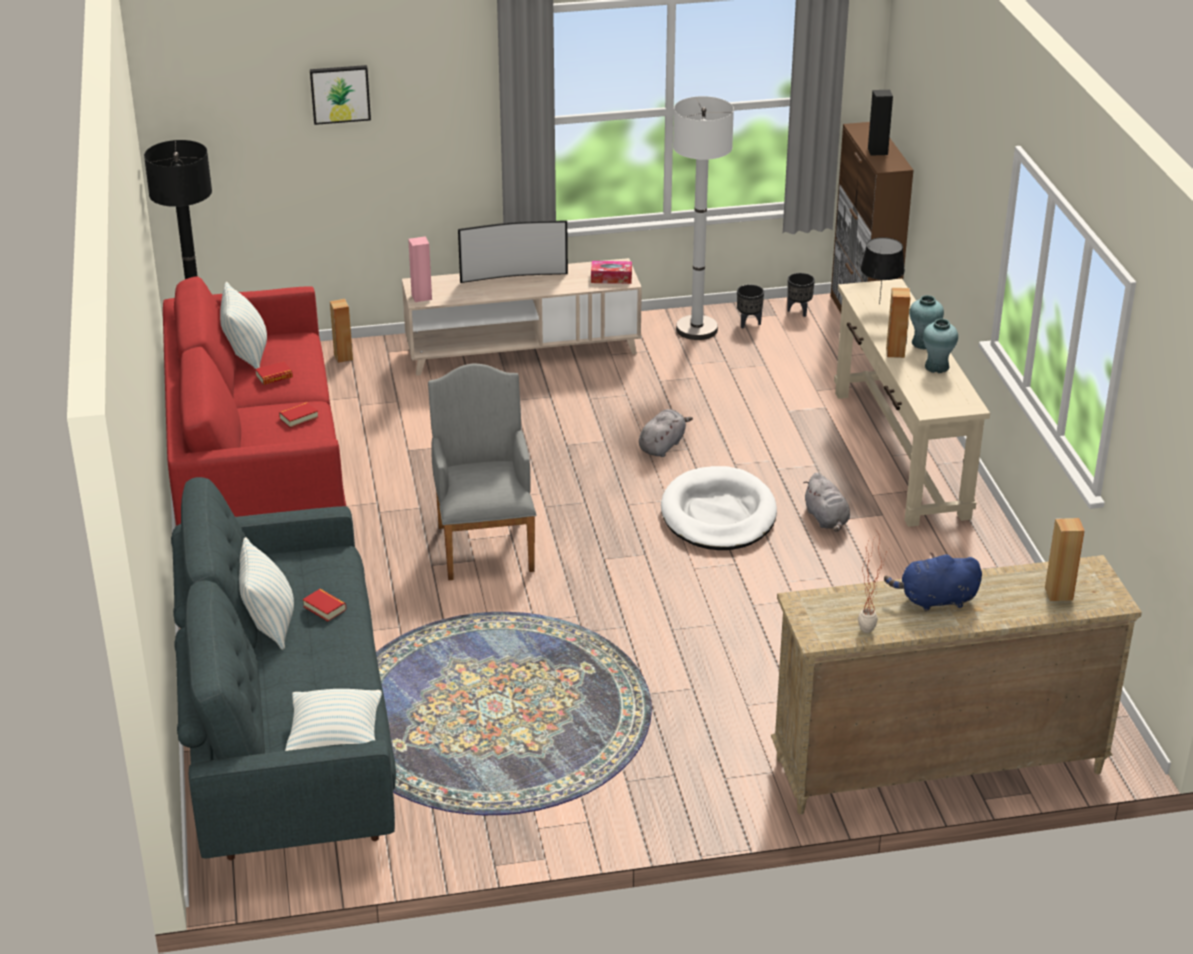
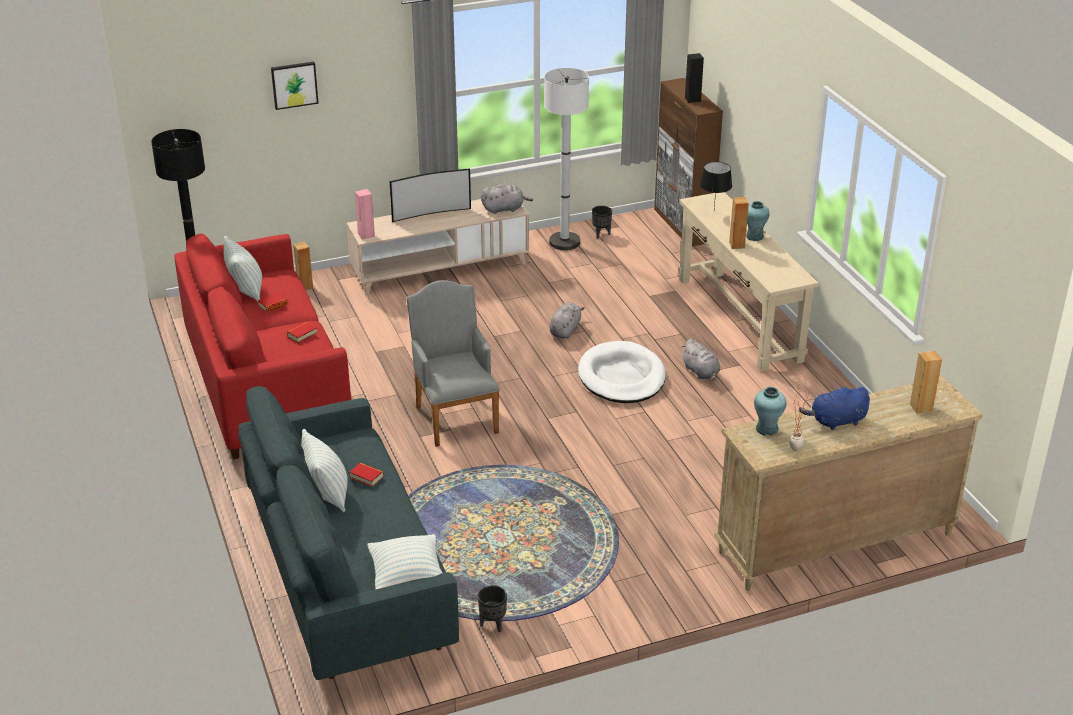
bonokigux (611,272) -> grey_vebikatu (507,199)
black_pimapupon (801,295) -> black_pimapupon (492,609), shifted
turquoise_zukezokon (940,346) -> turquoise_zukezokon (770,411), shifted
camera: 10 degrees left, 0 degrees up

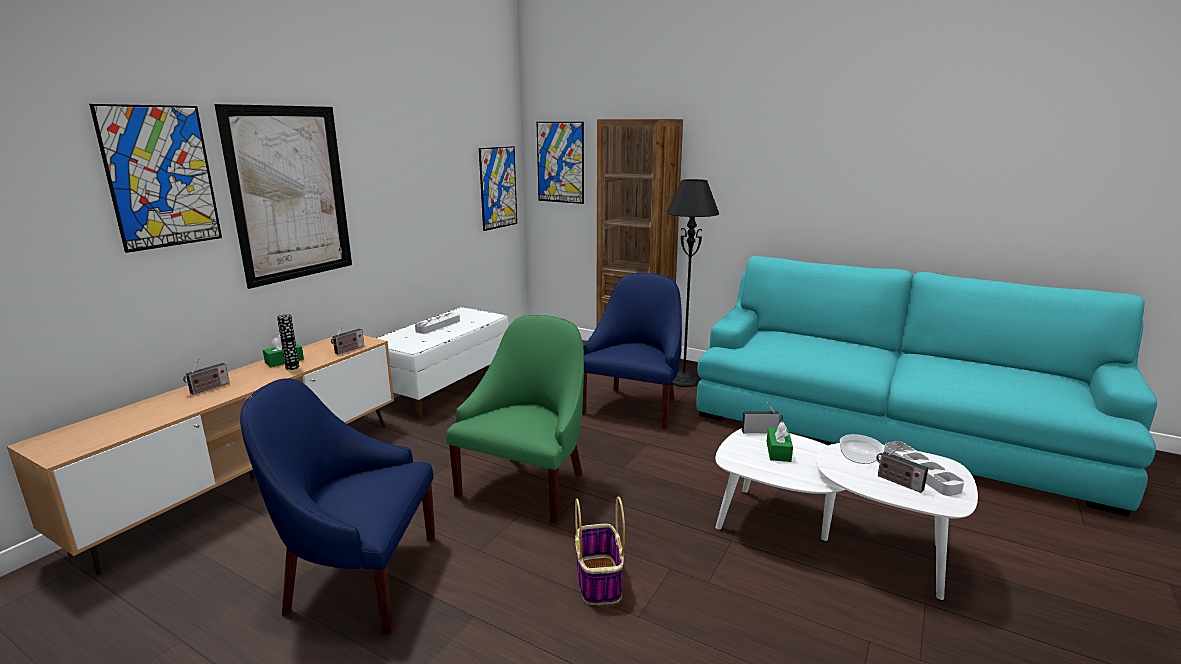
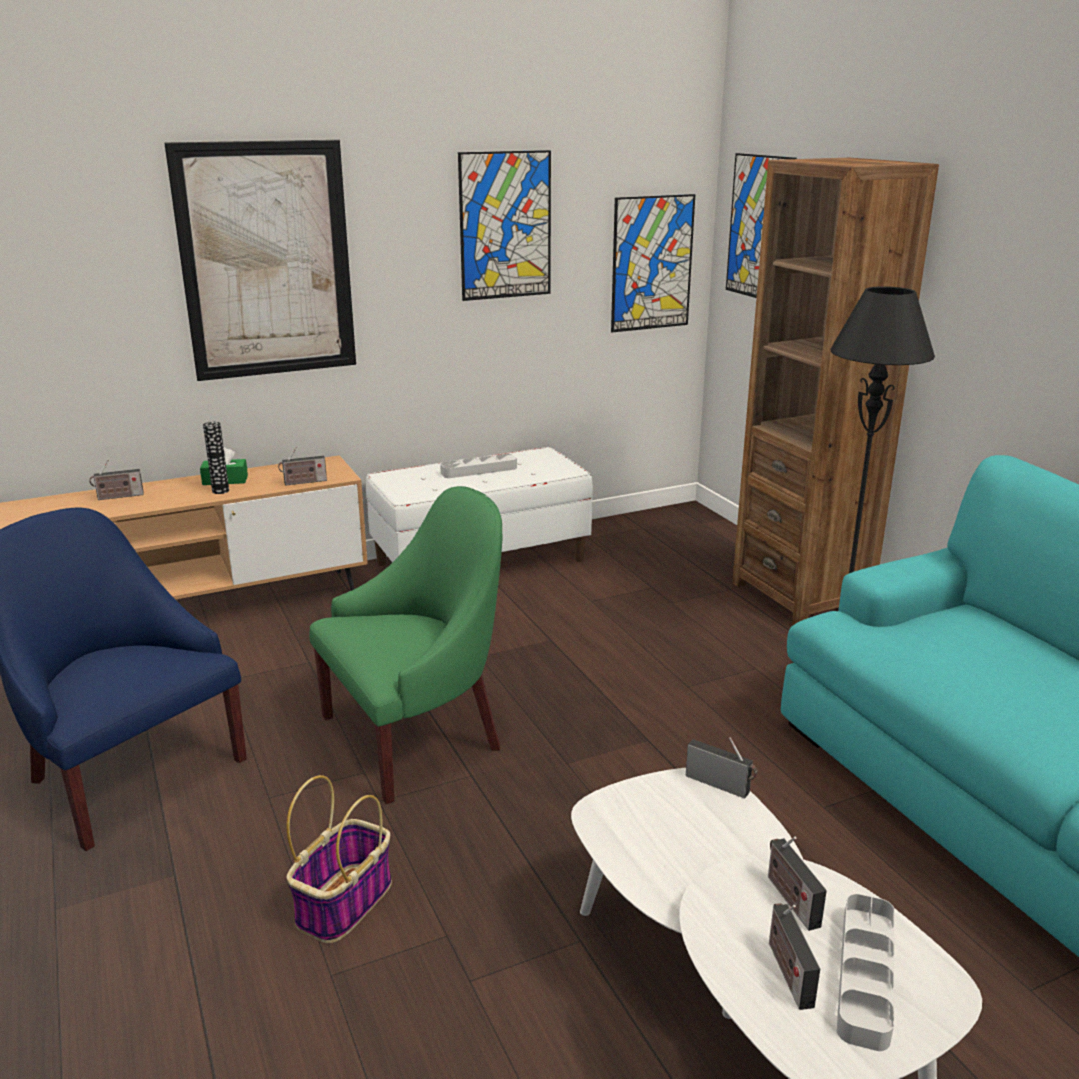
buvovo (155,178) -> buvovo (504,225), shifted
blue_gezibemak (632,351) -> none
green_bonokigux (780,442) -> none
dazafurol (861,449) -> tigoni (797,884)
camera: 35 degrees right, 5 degrees up

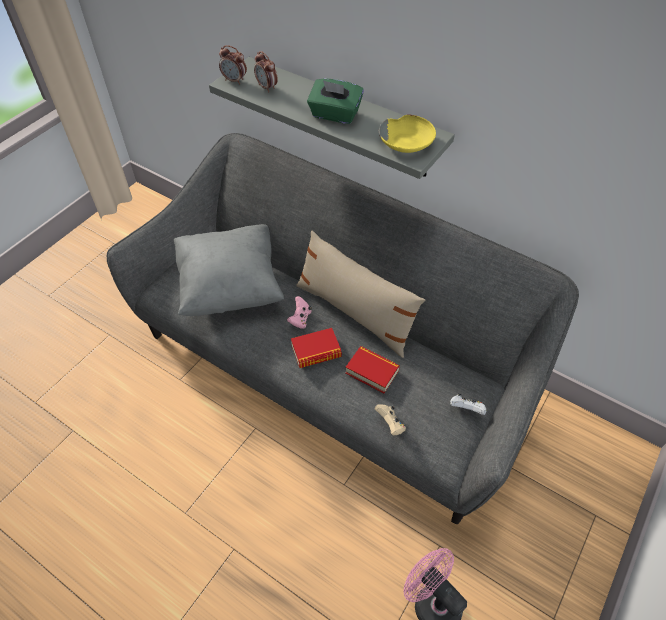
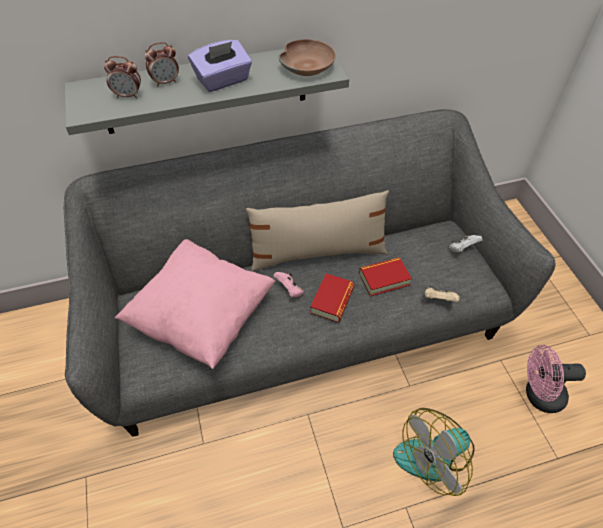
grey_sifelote (228,270) -> pink_sifelote (195,304)
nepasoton (233,64) -> nepasoton (161,64), shifted
green_bonokigux (335,101) -> purple_bonokigux (220,66)
yellow_dazafurol (407,134) -> brown_dazafurol (307,57)
none -> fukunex (434,452)
camera: 50 degrees left, 0 degrees up

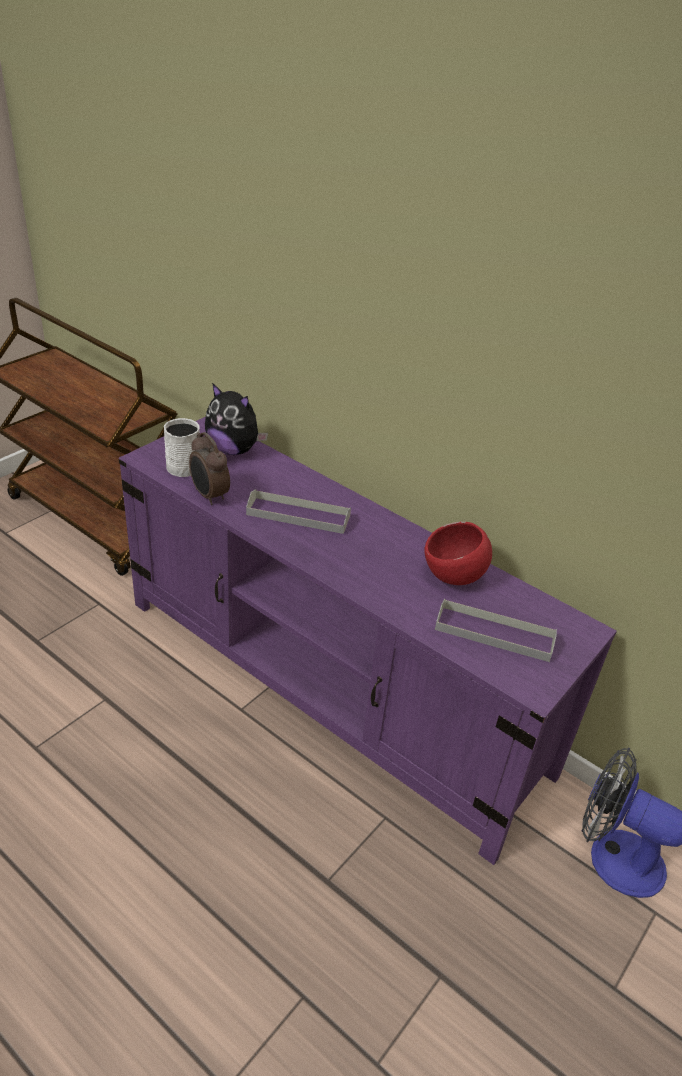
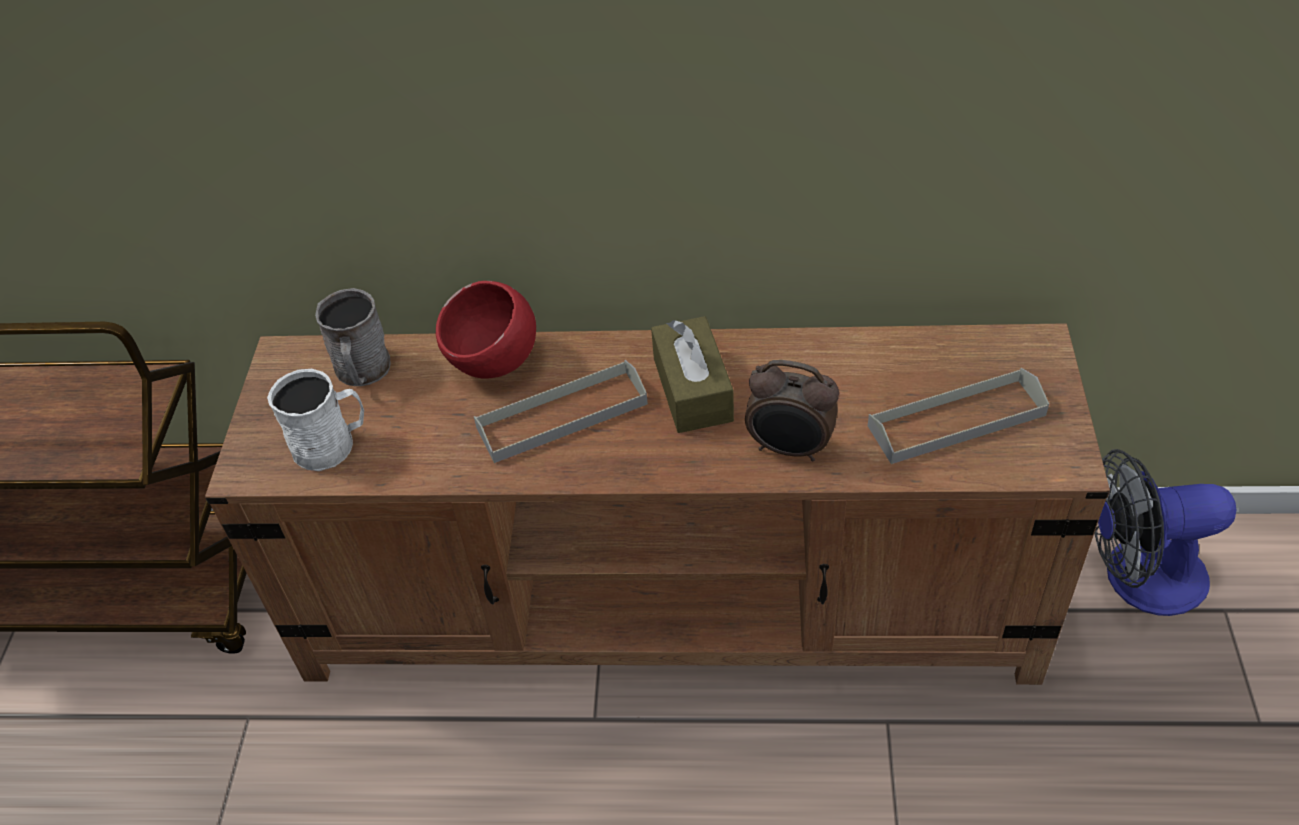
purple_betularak (368,641) -> brown_betularak (657,504)
nepasoton (209,468) -> nepasoton (792,411), shifted
vebikatu (236,419) -> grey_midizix (353,337)
red_dazafurol (458,553) -> red_dazafurol (486,330), shifted
none -> brown_bonokigux (692,374)
camera: 30 degrees left, 10 degrees up

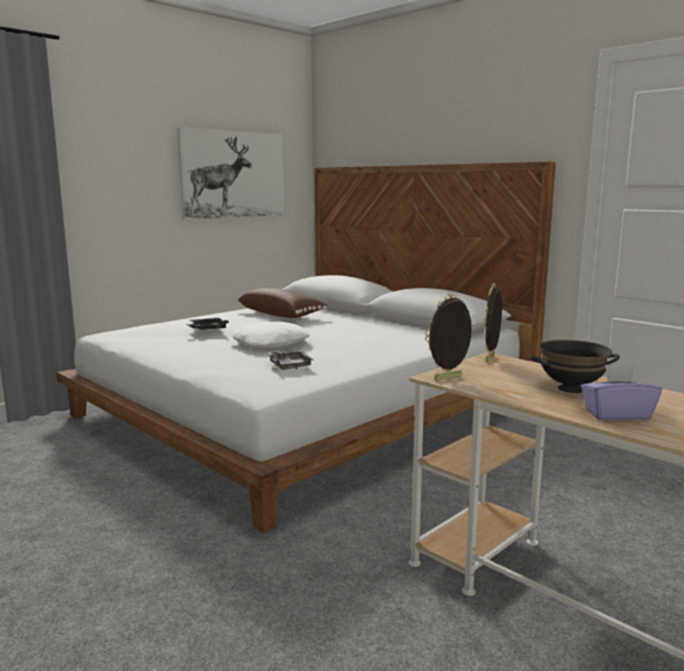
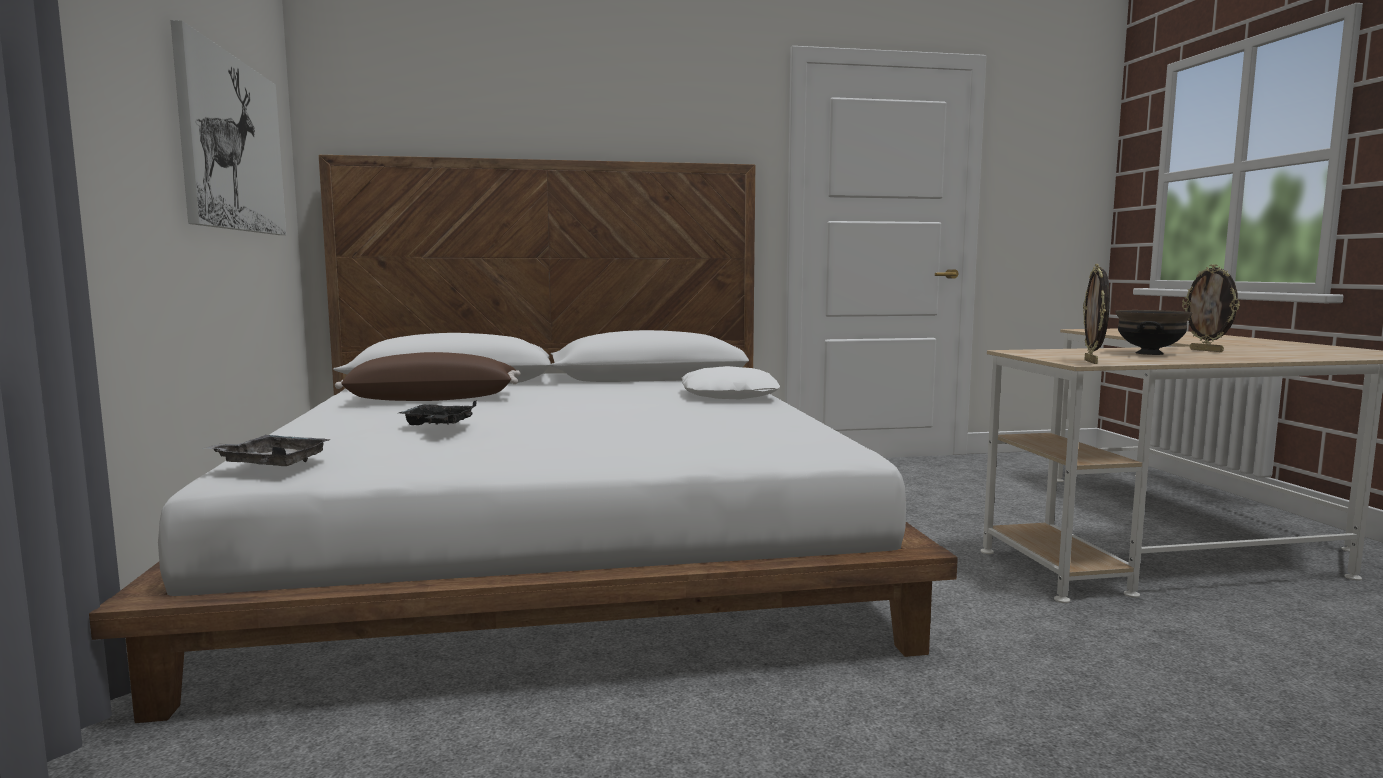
white_sifelote (270,335) -> white_sifelote (731,382), shifted
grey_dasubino (290,360) -> grey_dasubino (267,450), shifted
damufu (493,323) -> damufu (1211,308), shifted
purple_bonokigux (621,393) -> none
camera: 55 degrees left, 5 degrees down

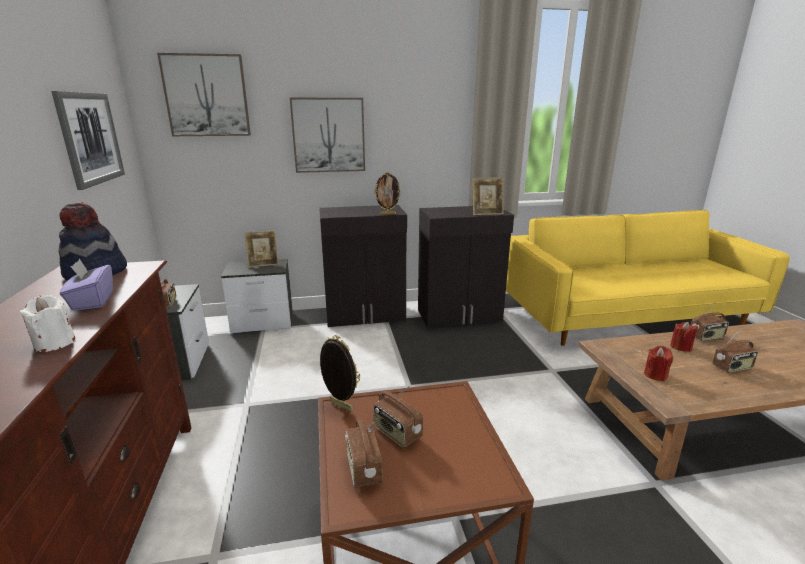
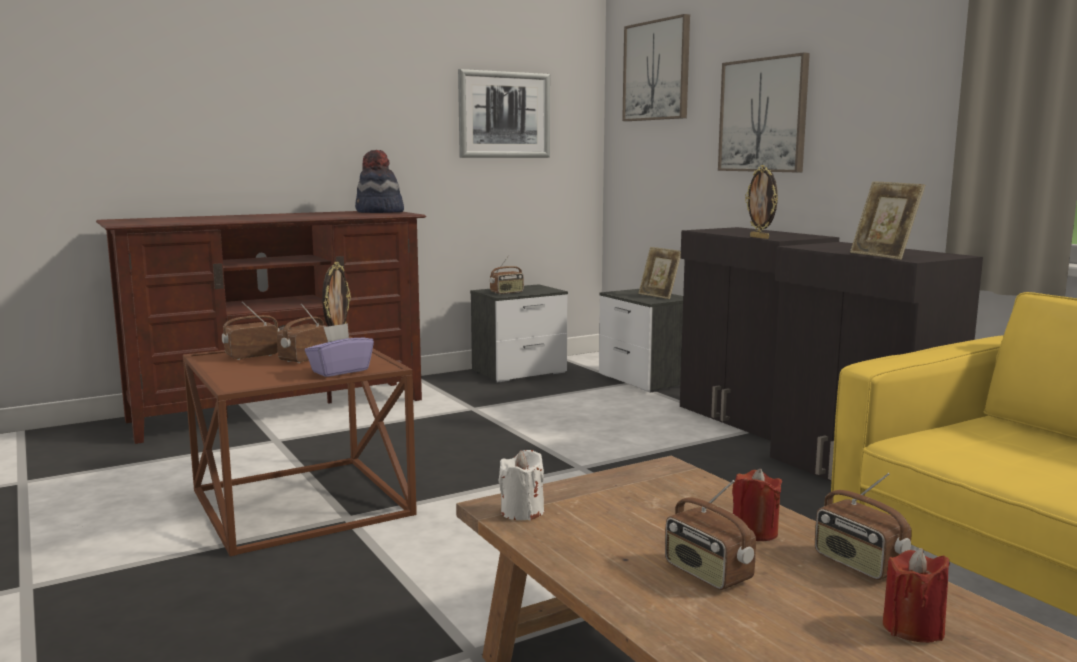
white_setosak (47,323) -> white_setosak (521,485), shifted
purple_bonokigux (86,285) -> purple_bonokigux (339,350), shifted
red_setosak (658,363) -> red_setosak (916,595), shifted
camera: 70 degrees right, 10 degrees down

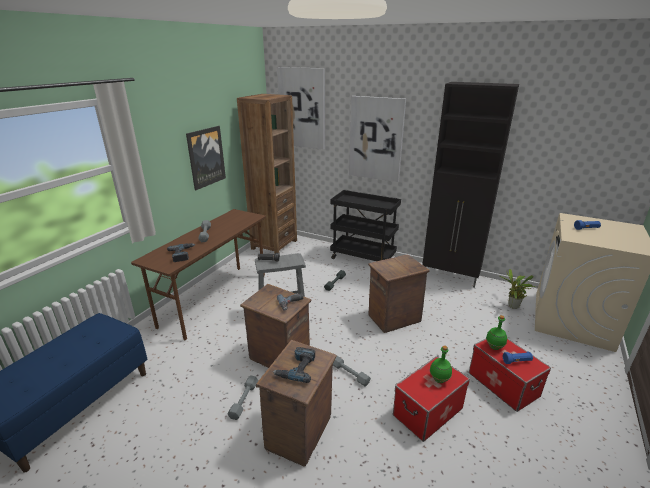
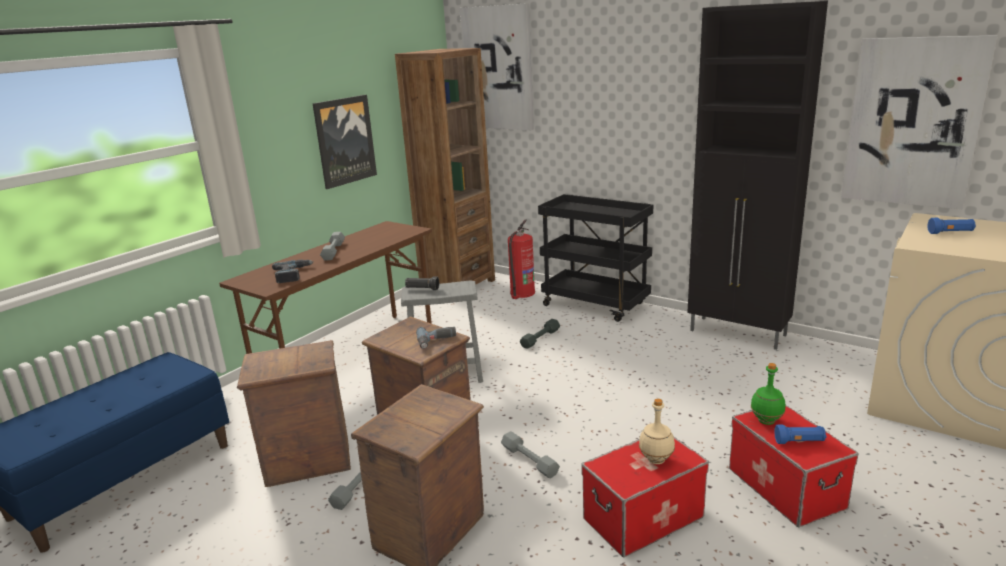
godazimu (293,365) -> none
buvovo (377,139) -> buvovo (919,122), shifted
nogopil (399,293) -> nogopil (294,413), shifted
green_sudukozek (441,364) -> beige_sudukozek (657,431)
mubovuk (518,289) -> none
none -> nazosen (521,259)
camera: 10 degrees right, 5 degrees down

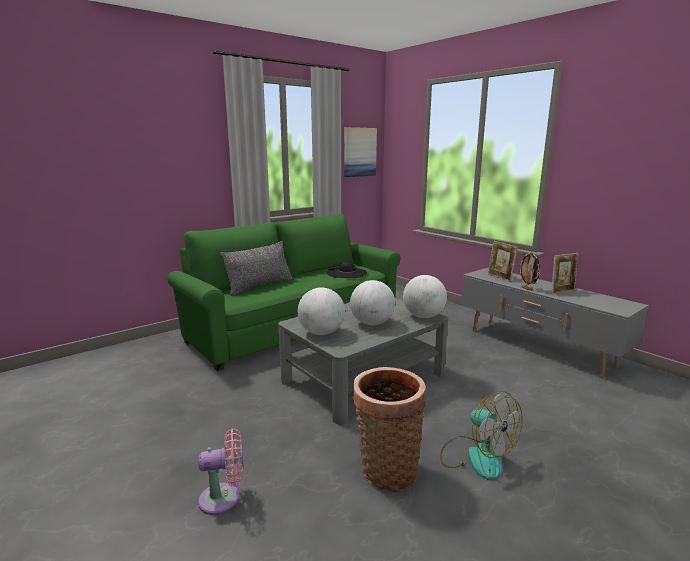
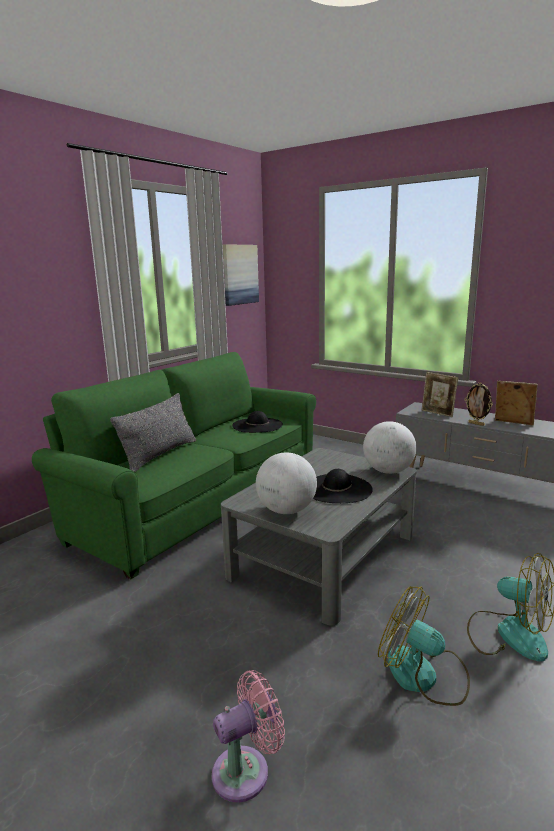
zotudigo (372,302) -> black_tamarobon (343,486)
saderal (389,429) -> fukunex (424,646)
damufu (564,273) -> damufu (516,403), 105 degrees counterclockwise
camera: 15 degrees left, 0 degrees up

